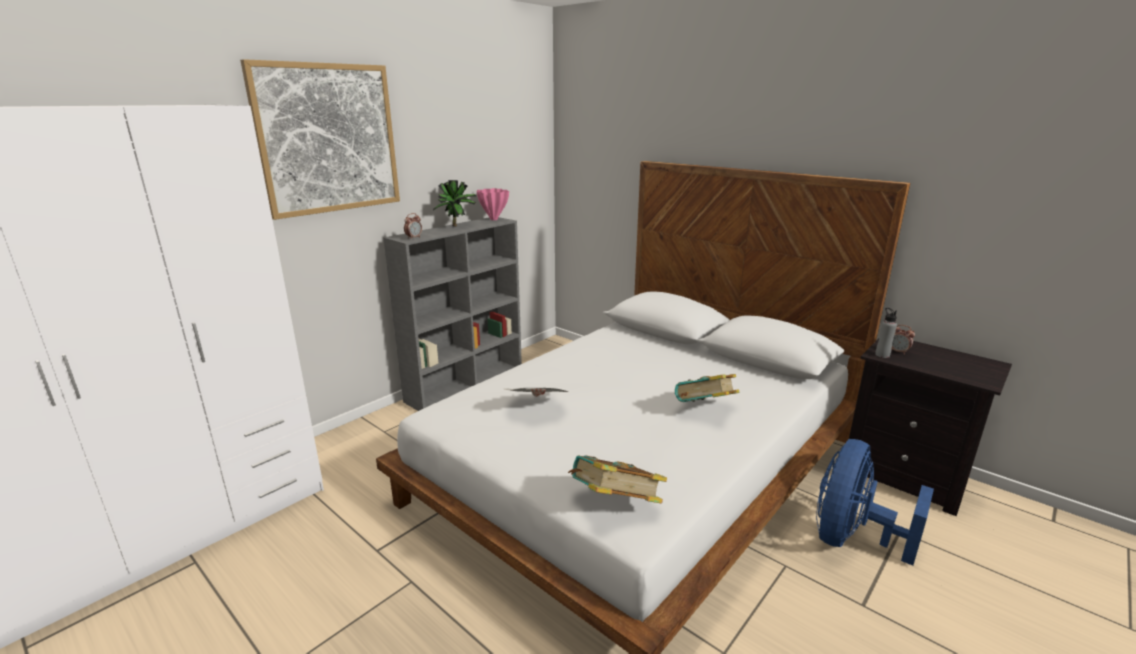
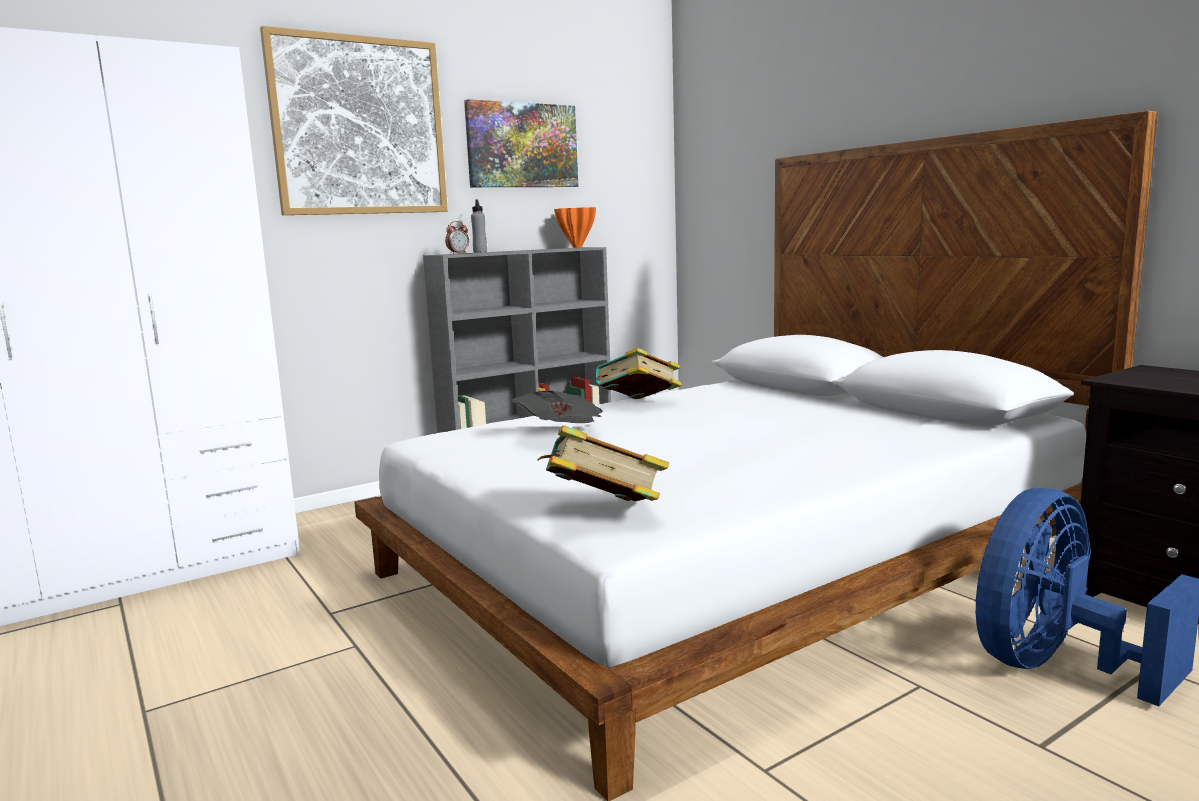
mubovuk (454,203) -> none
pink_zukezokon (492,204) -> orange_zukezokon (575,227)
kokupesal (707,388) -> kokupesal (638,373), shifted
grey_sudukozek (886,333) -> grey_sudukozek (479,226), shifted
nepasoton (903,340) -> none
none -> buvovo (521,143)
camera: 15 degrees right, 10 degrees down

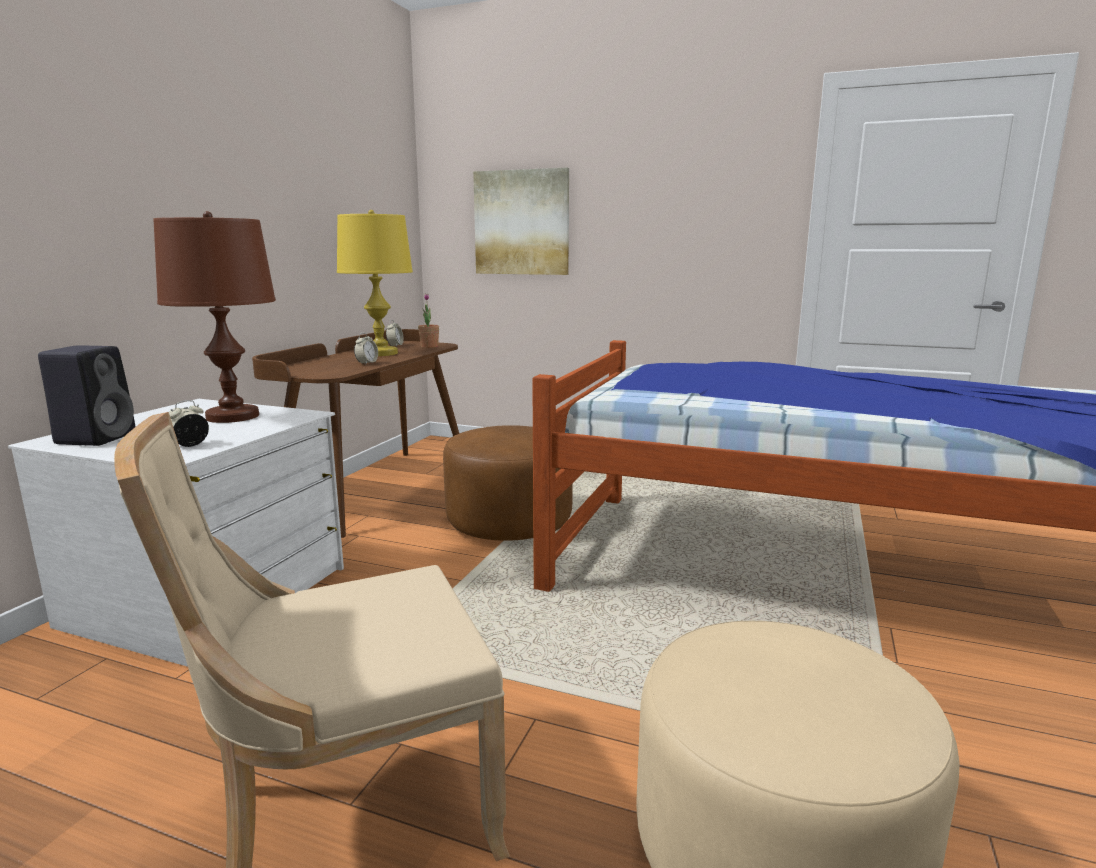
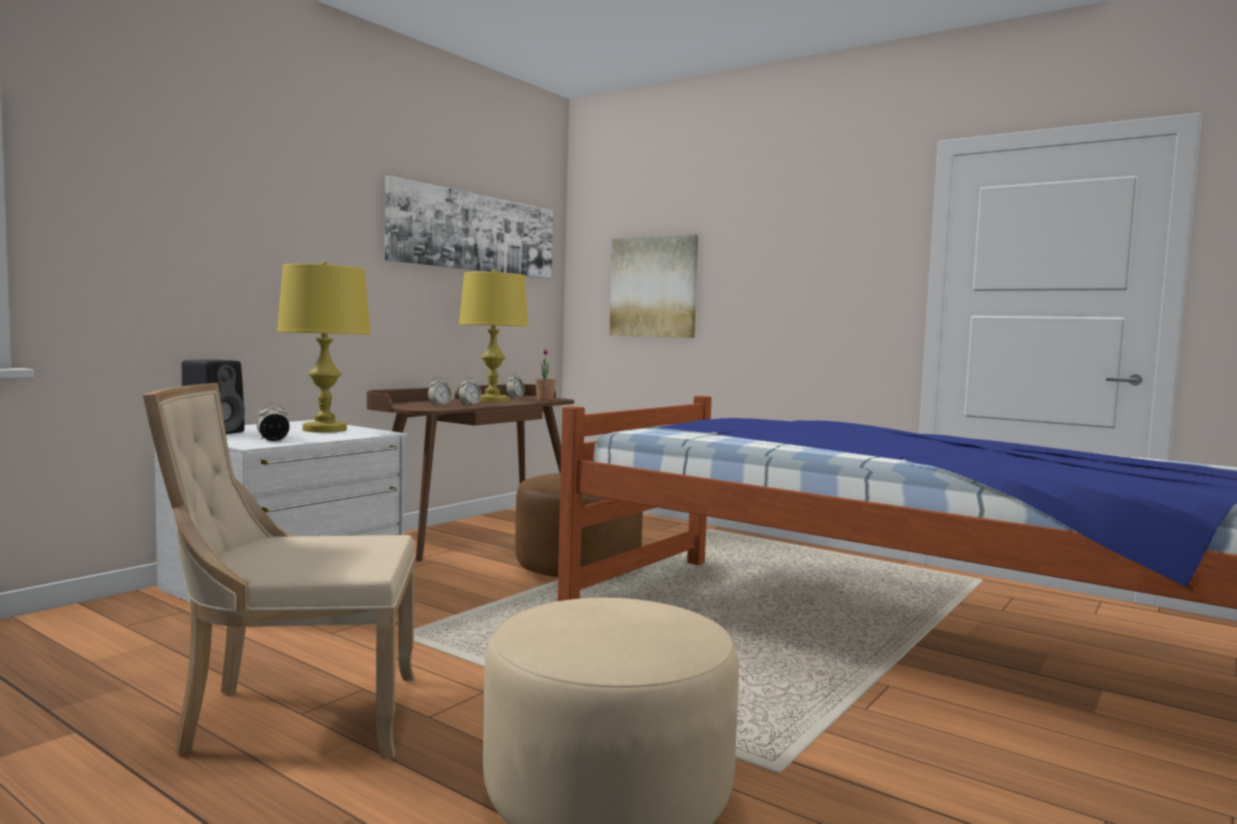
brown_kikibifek (214,317) -> yellow_kikibifek (324,347)
none -> buvovo (469,227)
none -> nepasoton (440,391)
camera: 15 degrees right, 10 degrees down

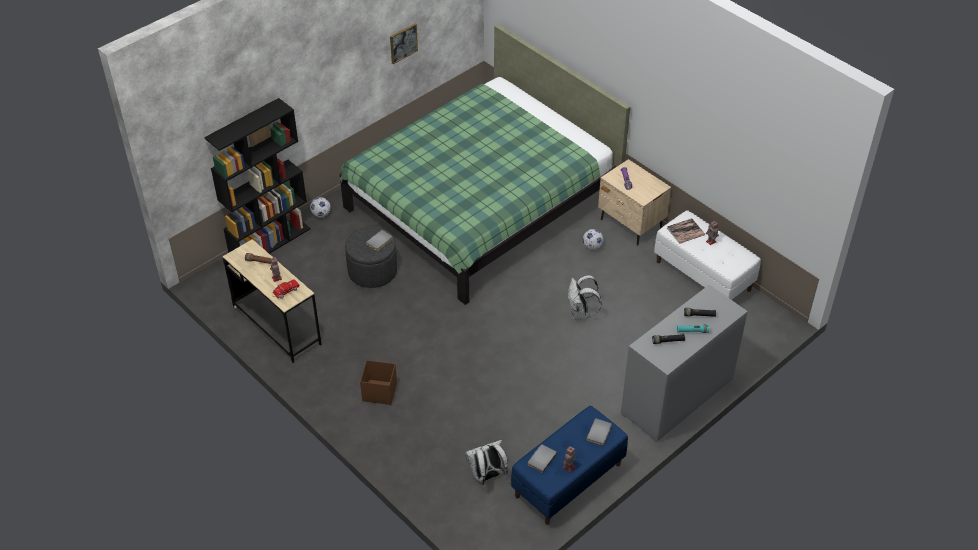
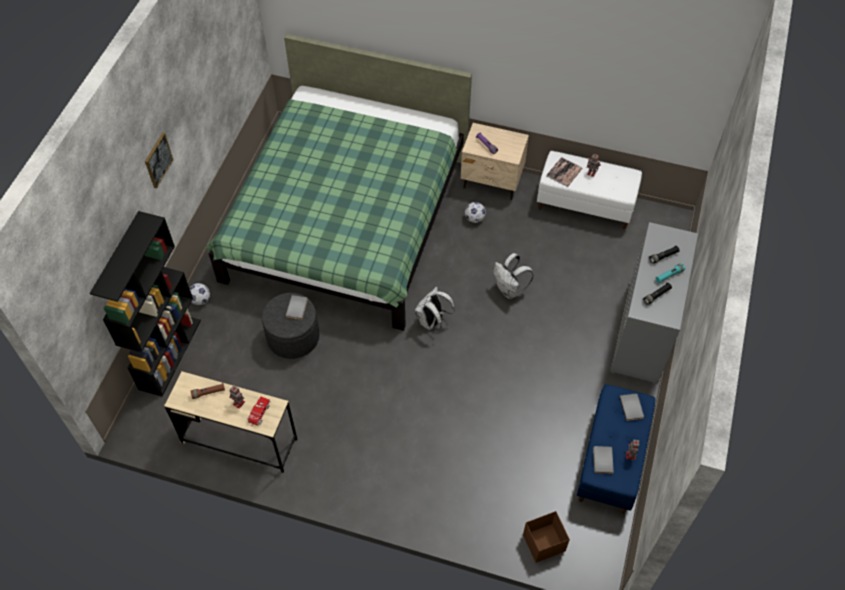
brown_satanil (378,382) -> brown_satanil (546,537), shifted
buvovo (404,43) -> buvovo (159,160), shifted
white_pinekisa (486,462) -> white_pinekisa (435,308), shifted
camera: 30 degrees left, 10 degrees up

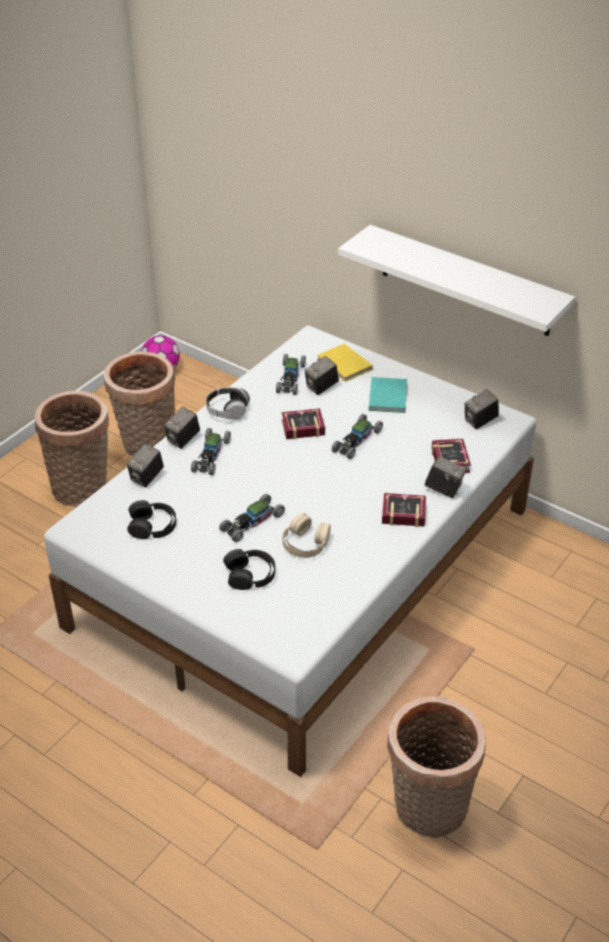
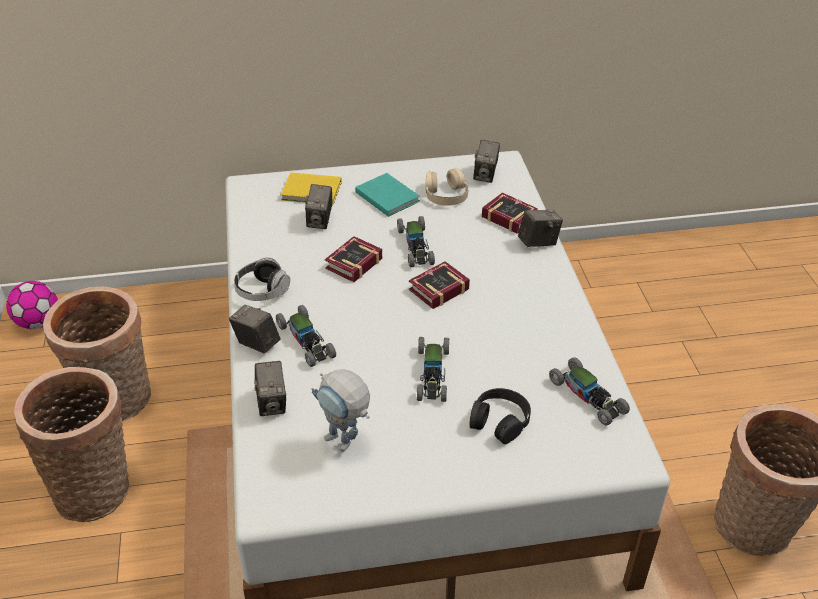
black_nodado (151,519) -> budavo (341,410)
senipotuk (182,427) -> senipotuk (254,329), 135 degrees clockwise
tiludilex (291,374) -> tiludilex (589,392), shifted
beige_nodado (306,535) -> beige_nodado (447,187), shifted
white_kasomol (456,280) -> none
kokupesal (404,510) -> kokupesal (439,285), shifted
camera: 45 degrees left, 0 degrees up

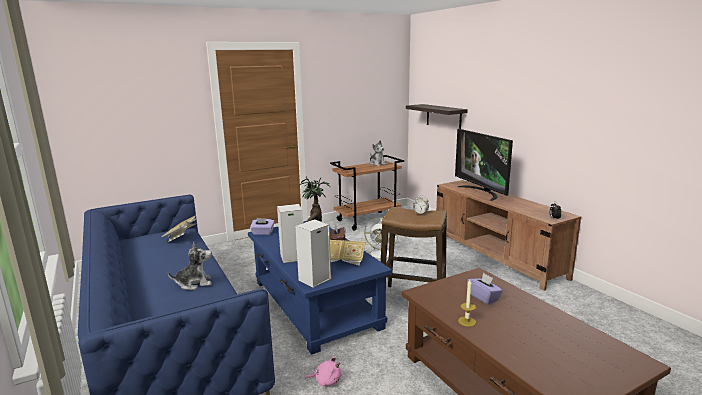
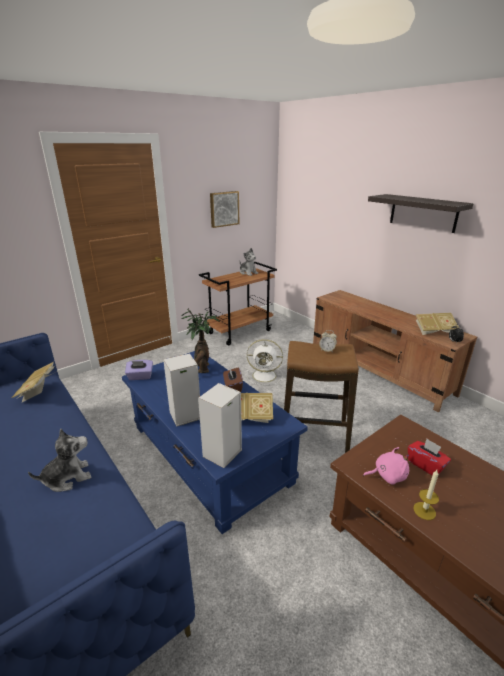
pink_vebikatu (323,372) -> pink_vebikatu (386,465), shifted
kasomol (437,116) -> kasomol (420,213), shifted
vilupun (484,165) -> none
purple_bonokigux (485,288) -> red_bonokigux (429,457)
none -> buvovo (224,209)
none -> kokupesal (437,324)
camera: 10 degrees left, 10 degrees up

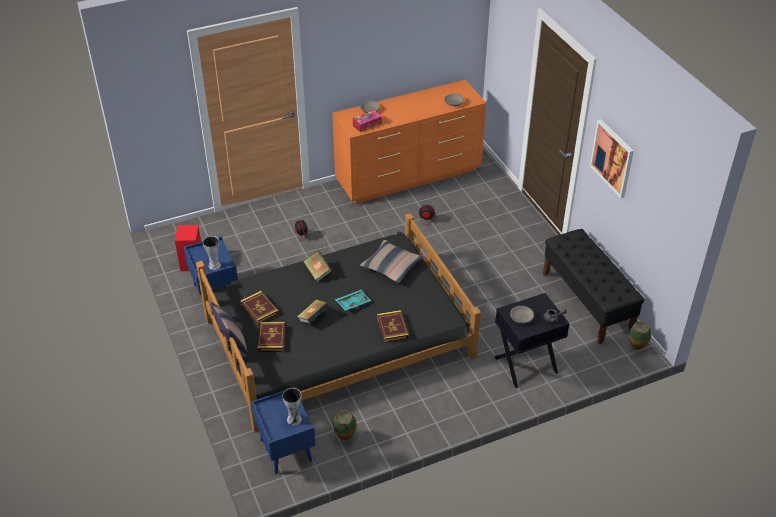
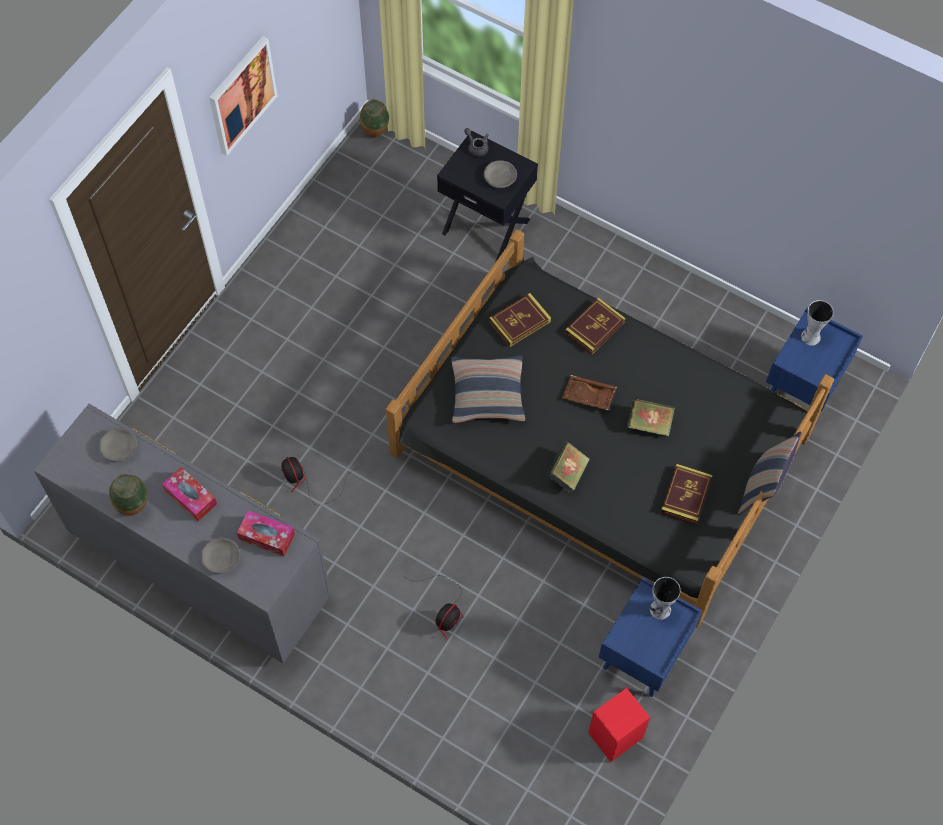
kokupesal (271,337) -> kokupesal (520,320), shifted
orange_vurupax (409,142) -> grey_vurupax (182,533)
zukezokon (345,425) -> zukezokon (128,495), shifted
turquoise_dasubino (353,300) -> brown_dasubino (589,392)
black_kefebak (594,287) -> none
none -> bonokigux (189,494)
camera: 125 degrees left, 20 degrees up

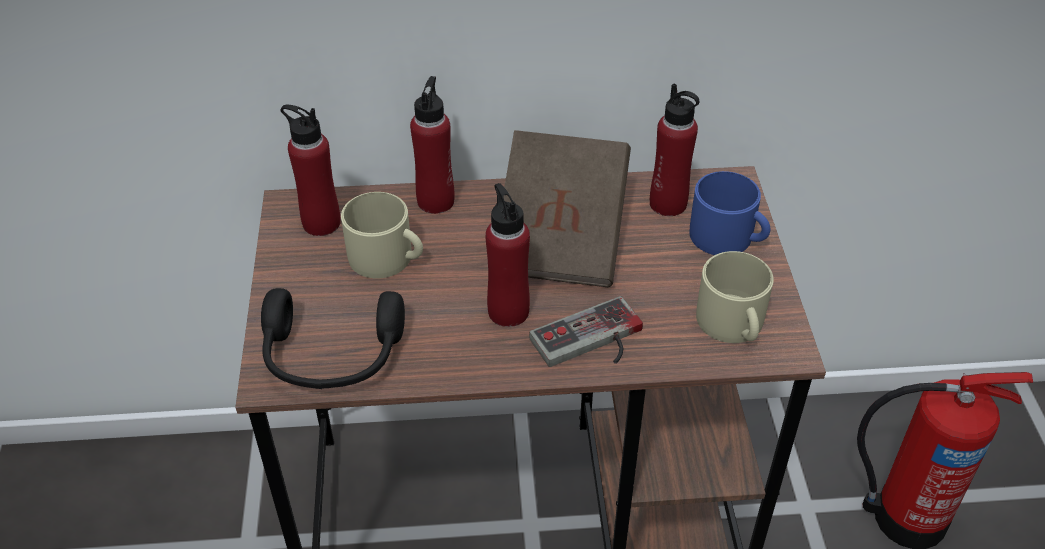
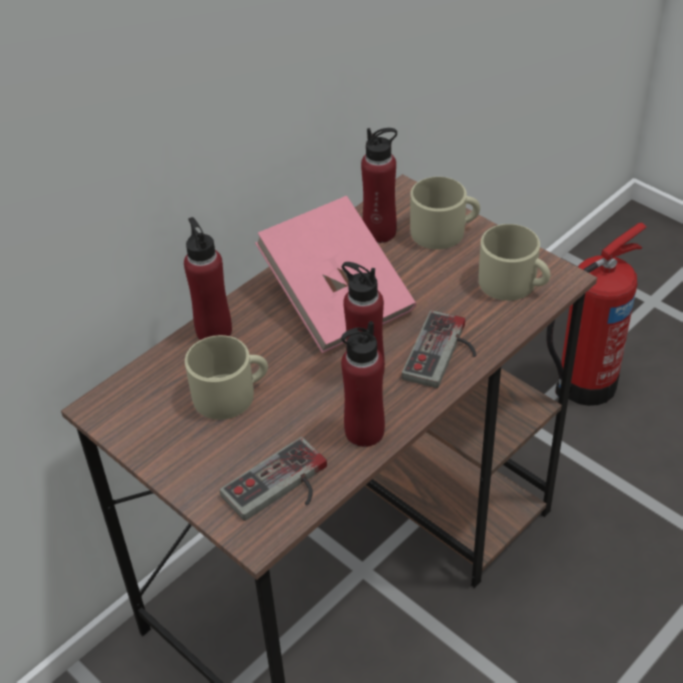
black_nodado (333,338) -> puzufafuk (273,479)
red_sudukozek (311,170) -> red_sudukozek (363,384), shifted
brown_kokupesal (567,208) -> pink_kokupesal (335,274)
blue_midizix (730,213) -> beige_midizix (445,213)
camera: 40 degrees left, 0 degrees up

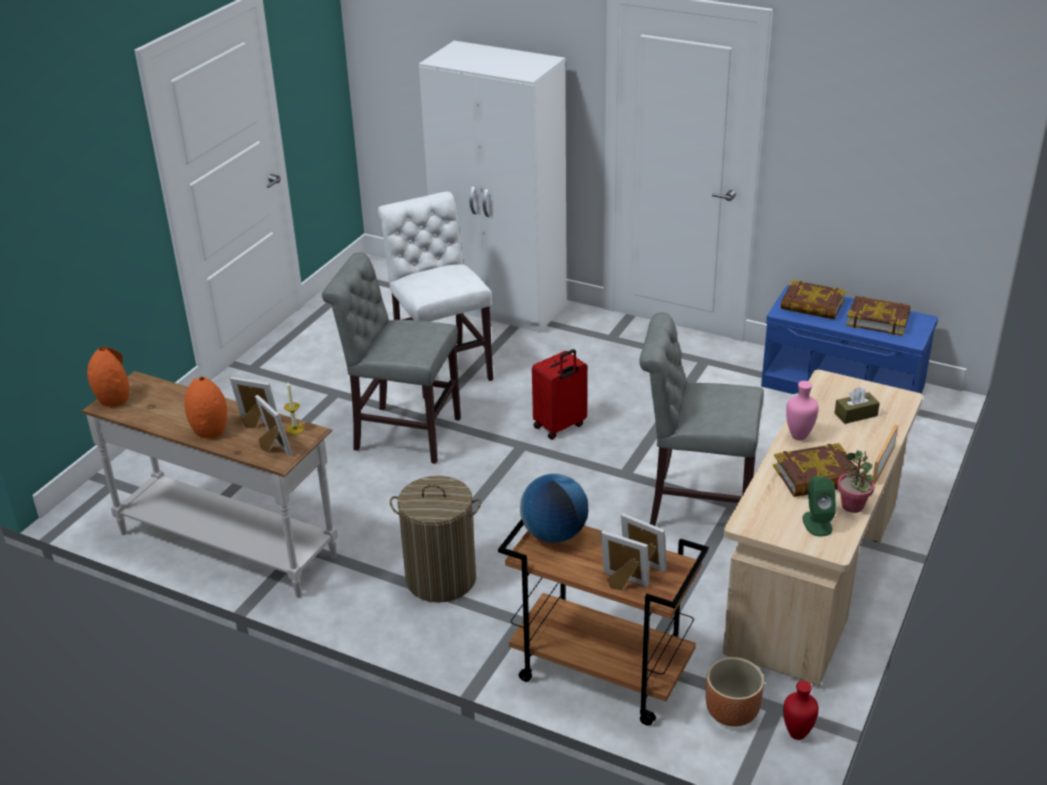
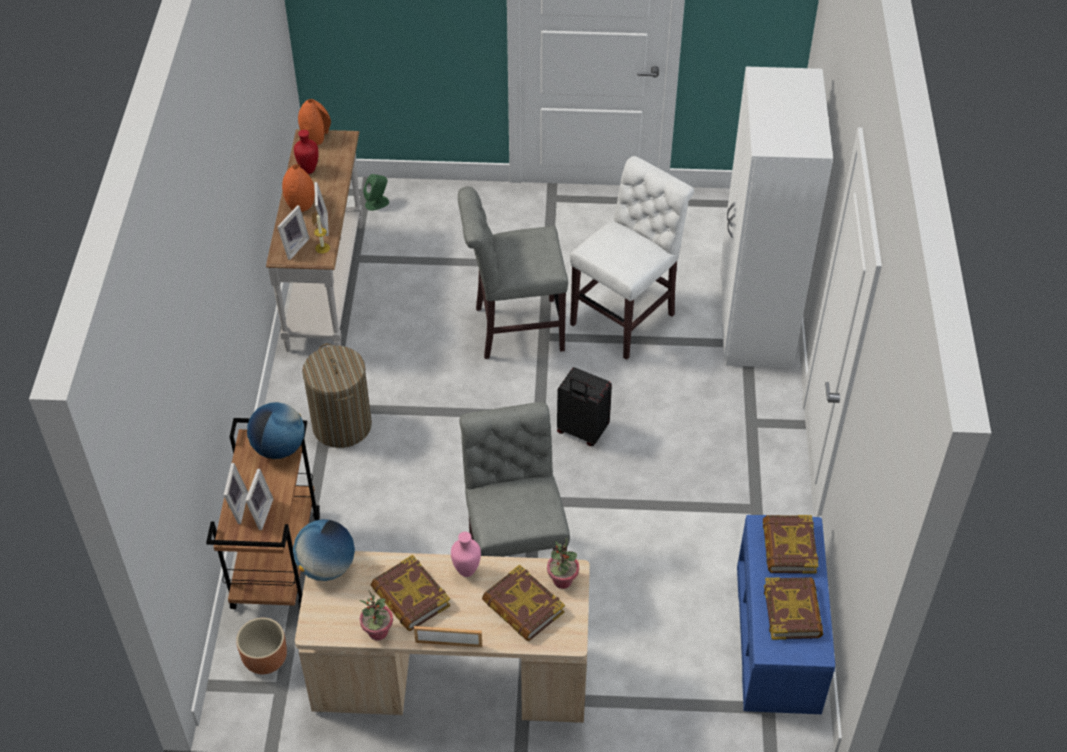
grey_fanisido (391,358) -> grey_fanisido (513,272), 90 degrees counterclockwise
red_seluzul (559,394) -> black_seluzul (584,406)
red_zukezokon (801,710) -> red_zukezokon (306,152), shifted
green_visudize (819,506) -> green_visudize (376,192), shifted
brown_bonokigux (857,405) -> kokupesal (523,603)
none -> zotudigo (324,550)
none -> mubovuk (563,563)
camera: 65 degrees right, 15 degrees up

